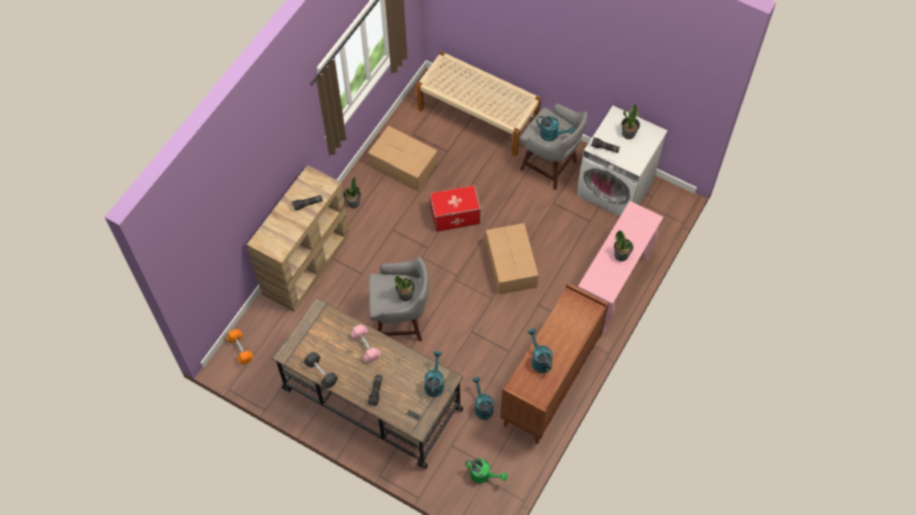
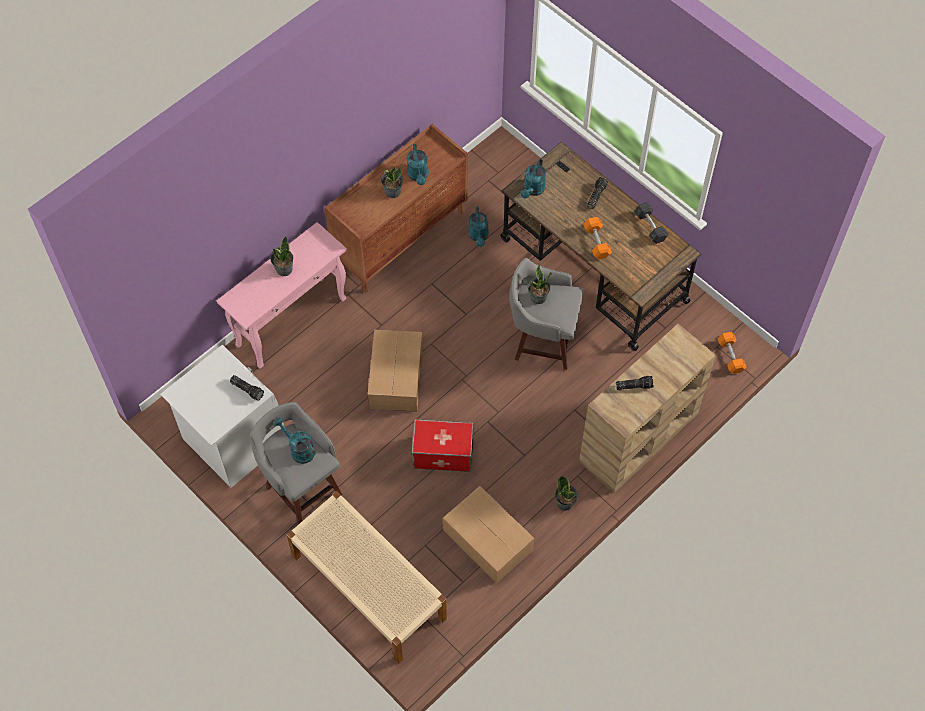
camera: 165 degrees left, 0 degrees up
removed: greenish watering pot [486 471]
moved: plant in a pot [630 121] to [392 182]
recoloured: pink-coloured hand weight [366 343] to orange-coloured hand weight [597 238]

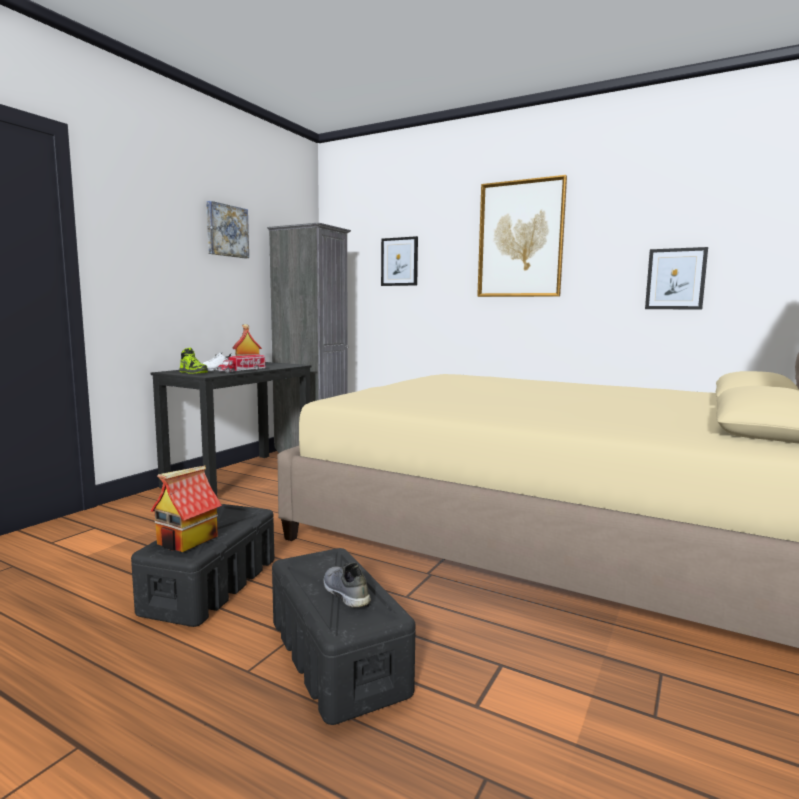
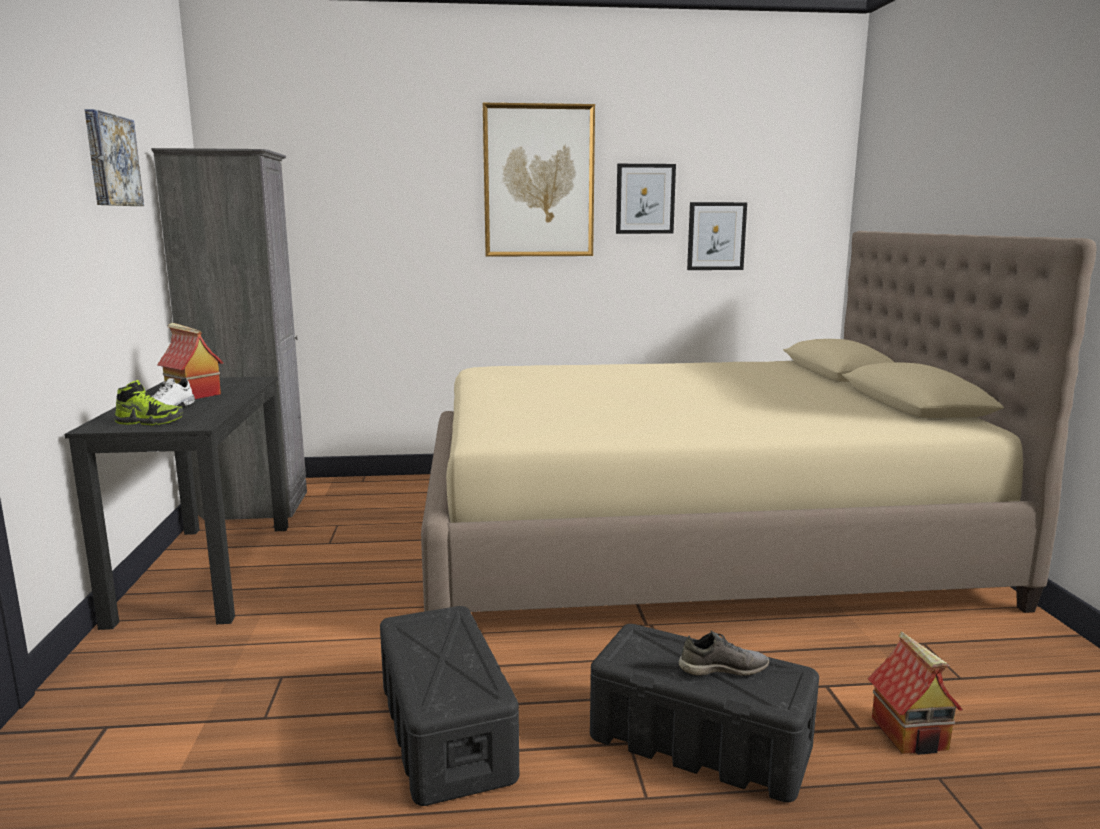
camera: 35 degrees left, 5 degrees up
removed: model truck [242 364]
moved: wall picture [399 261] to [646 199]; toy house [186 509] to [915 693]
turned: gray item of footwear [347 585] = [723 653] 150 degrees clockwise

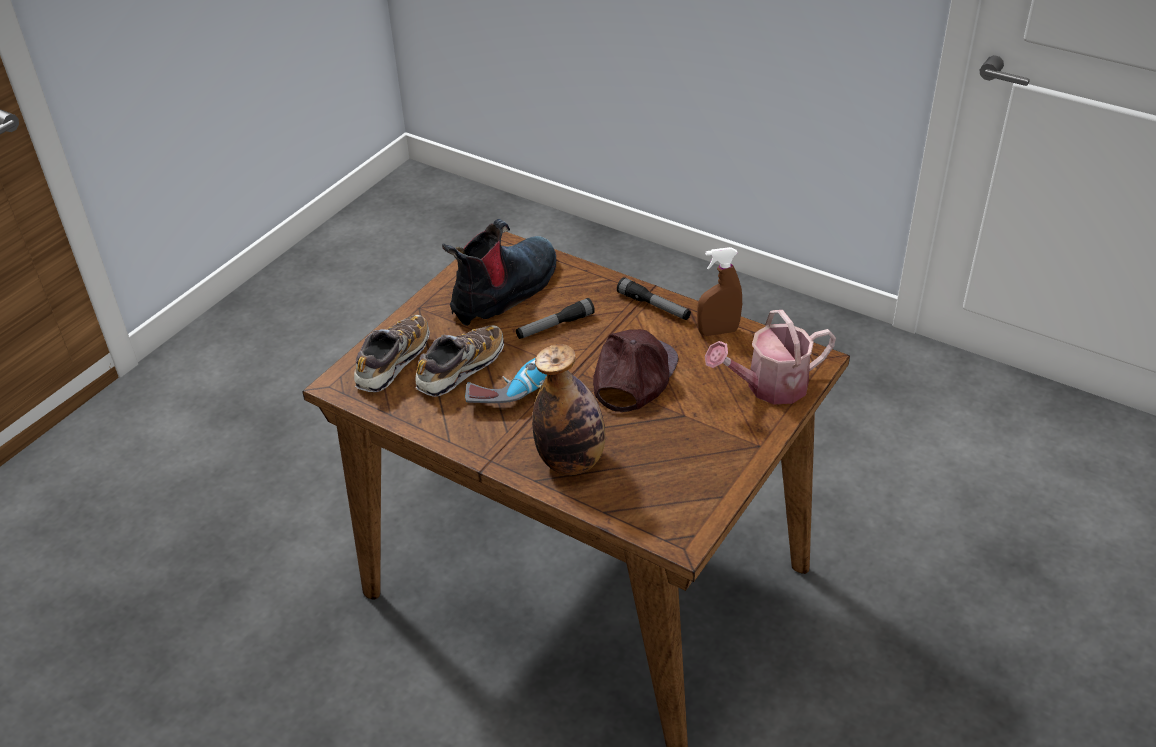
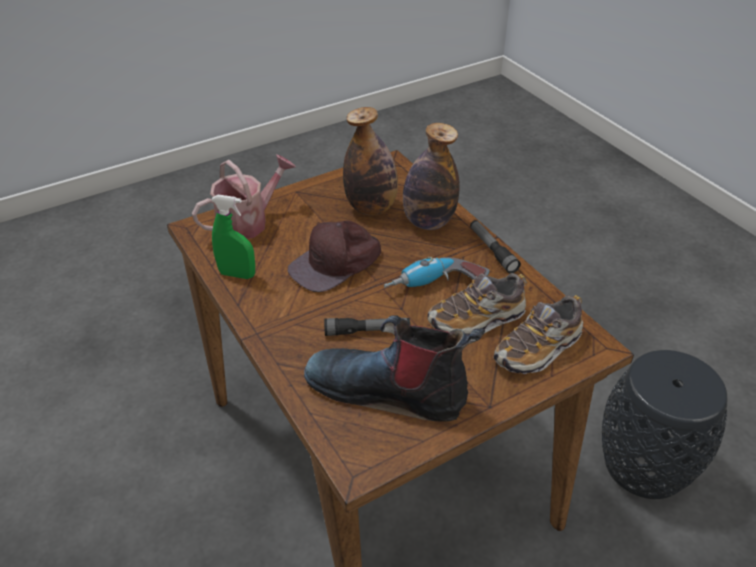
camera: 155 degrees left, 0 degrees up
added: beverage bottle [370 161]; black stool seat [664 424]
moved: flashlight [654 298] to [495 246]
recoloured: brownish spray bottle [719 291] to greenish spray bottle [233 237]
turned: high-top boot [499 272] = [394 368] 45 degrees clockwise; watering pot [770 357] = [244 197] 45 degrees counterclockwise

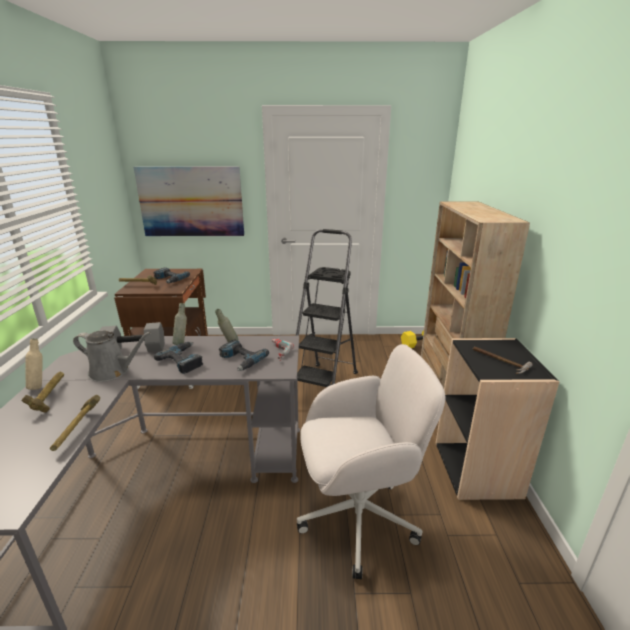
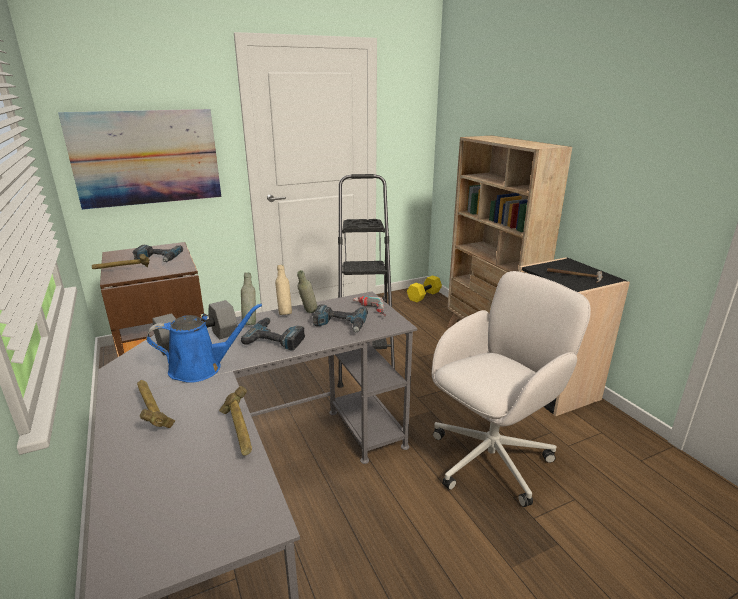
camera: 25 degrees left, 0 degrees up
moved: beige beverage bottle [33 364] to [283 290]
recoloured: gray watering pot [112 356] to blue-coloured watering pot [204 343]

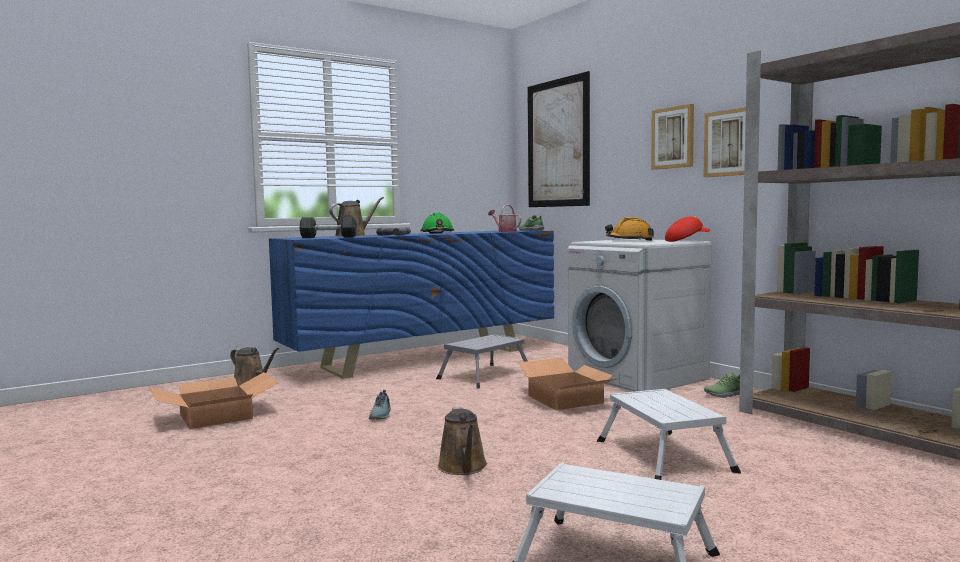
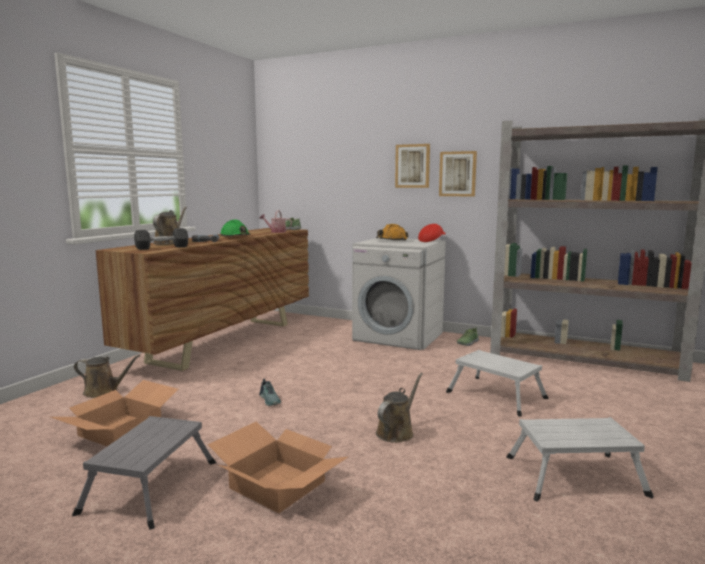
camera: 30 degrees left, 5 degrees up
removed: wall picture [558 139]
moved: gray step stool [482 361] to [144 473]; carton [568 384] to [278 467]
recoloured: blue-coloured storage cabinet [411 304] to brownish storage cabinet [202 299]
turned: brownish watering pot [462 441] = [399 408] 105 degrees counterclockwise

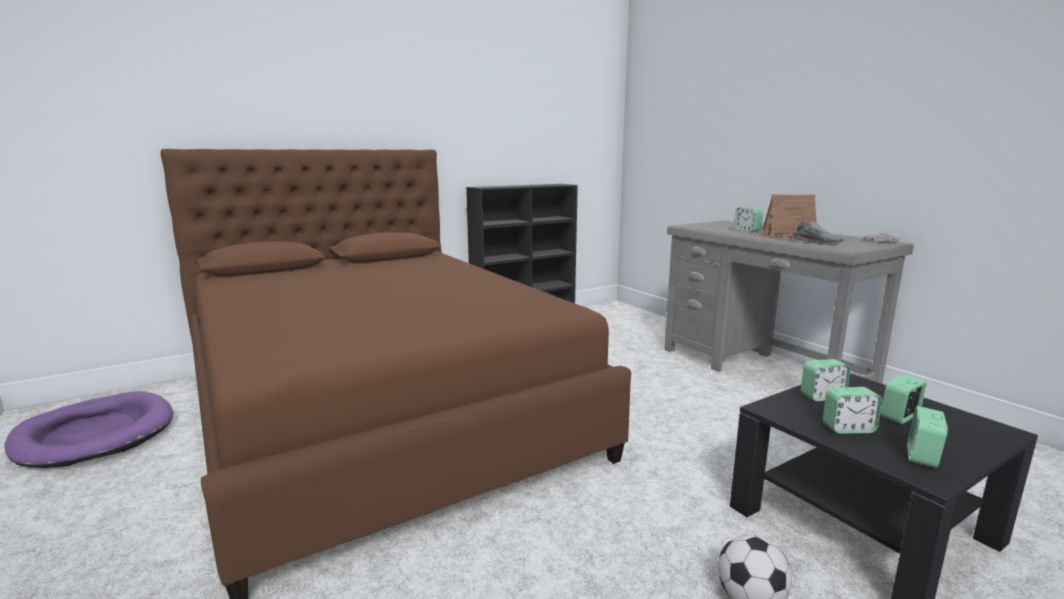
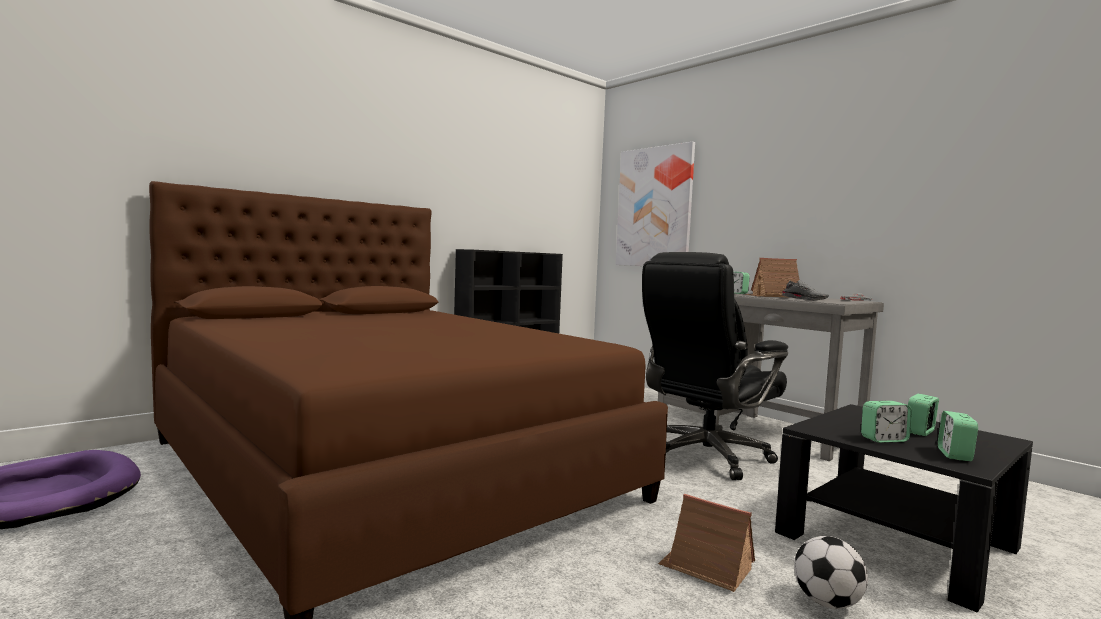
camera: 10 degrees left, 10 degrees down
removed: alarm clock [826 380]
added: wall picture [655 204]; black desk chair [715 366]; toy house [706 543]

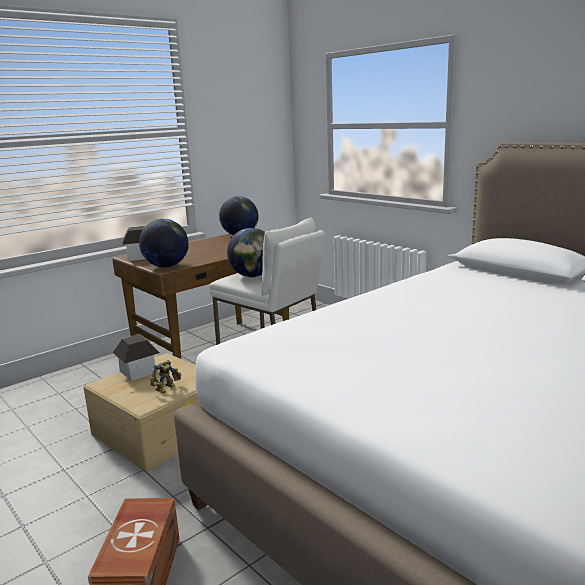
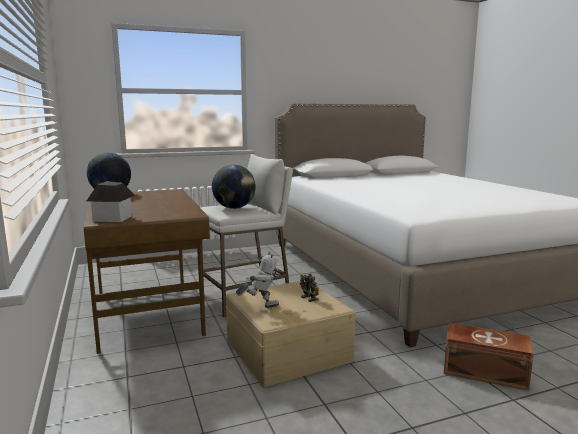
camera: 70 degrees left, 5 degrees down
removed: desk globe [164 243]
replaced: toy house [136 357] to model robot [258 279]

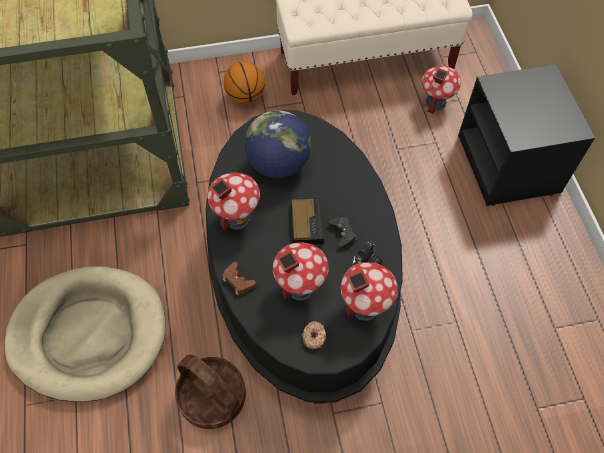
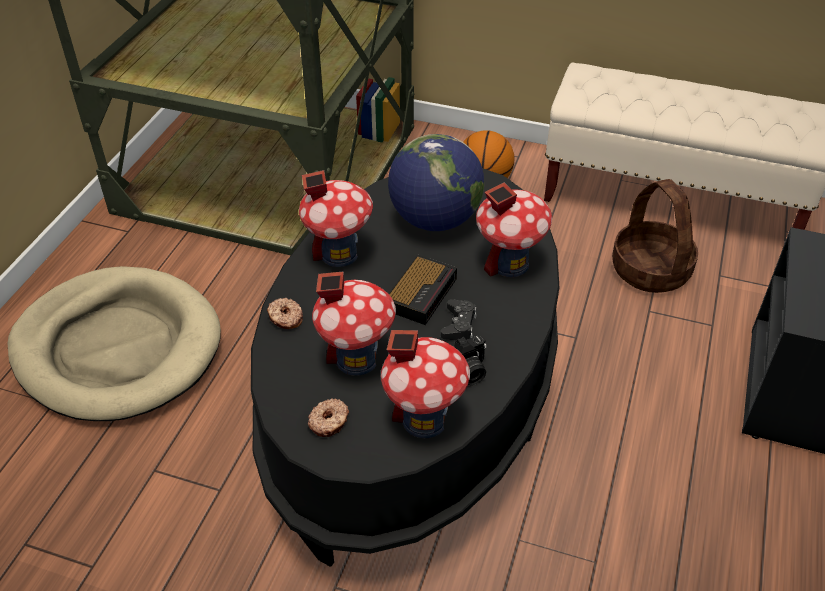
camera: 30 degrees right, 15 degrees down
moved: toy house [441 90] to [514 229]; storage basket [210 392] to [655 236]
replaced: brownish joypad [239 278] to doughnut [285 313]

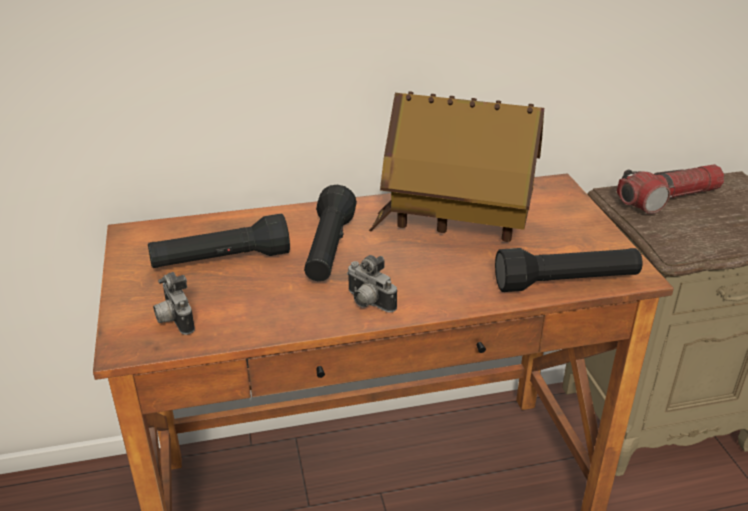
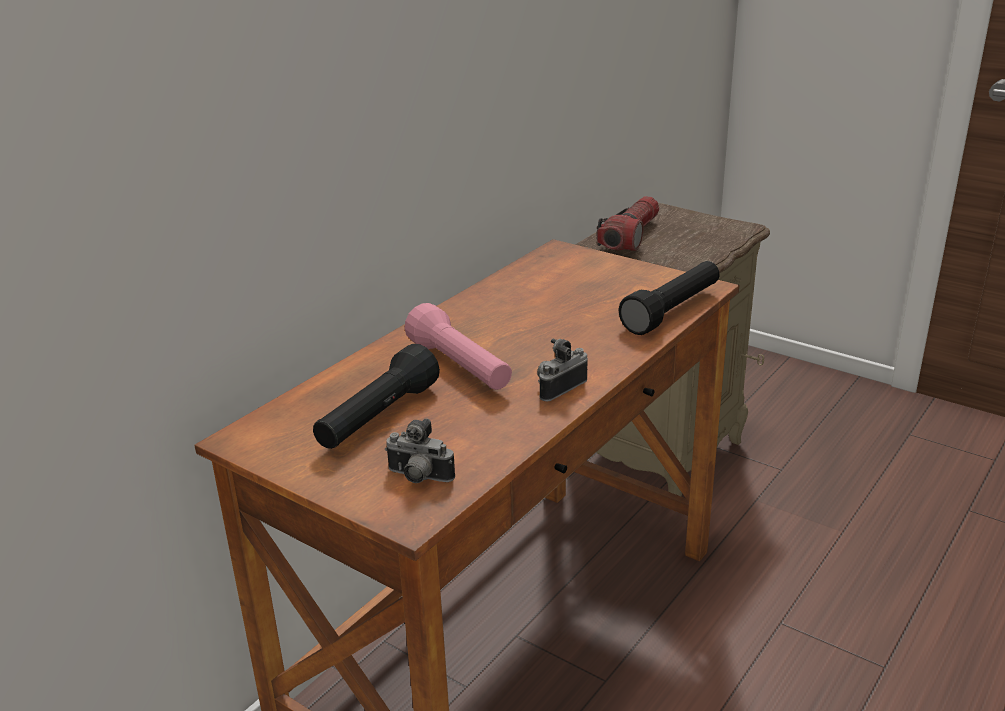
camera: 40 degrees left, 5 degrees down
removed: toy house [456 166]
recoloured: black flashlight [330 233] to pink-coloured flashlight [458 346]
turned: photo camera [372 283] = [562 370] 135 degrees clockwise

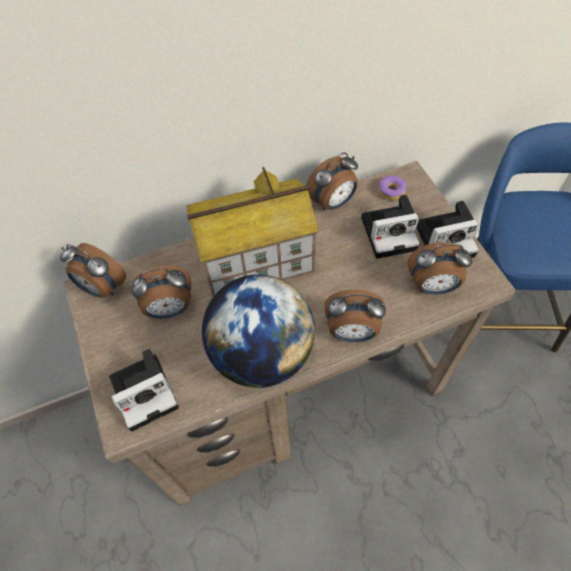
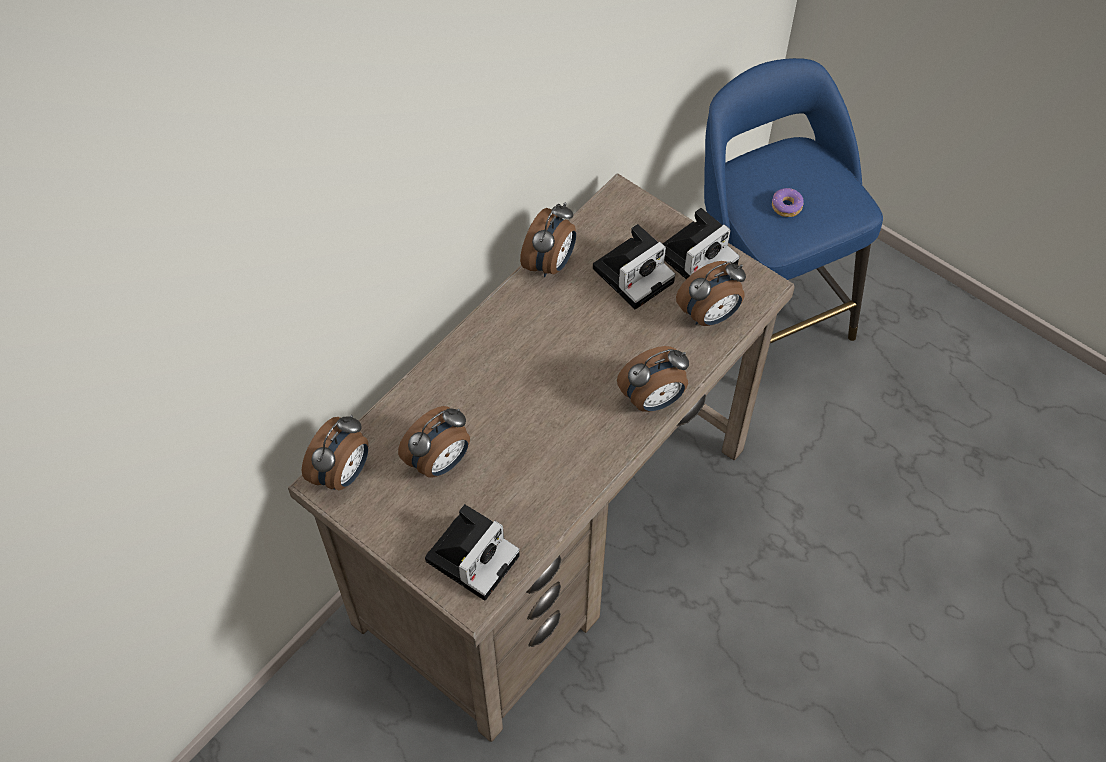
camera: 30 degrees left, 0 degrees up
removed: toy house [252 232]; desk globe [258 331]
moved: doughnut [392 188] to [788 202]
turned: alarm clock [93 270] = [335 452] 60 degrees counterclockwise

